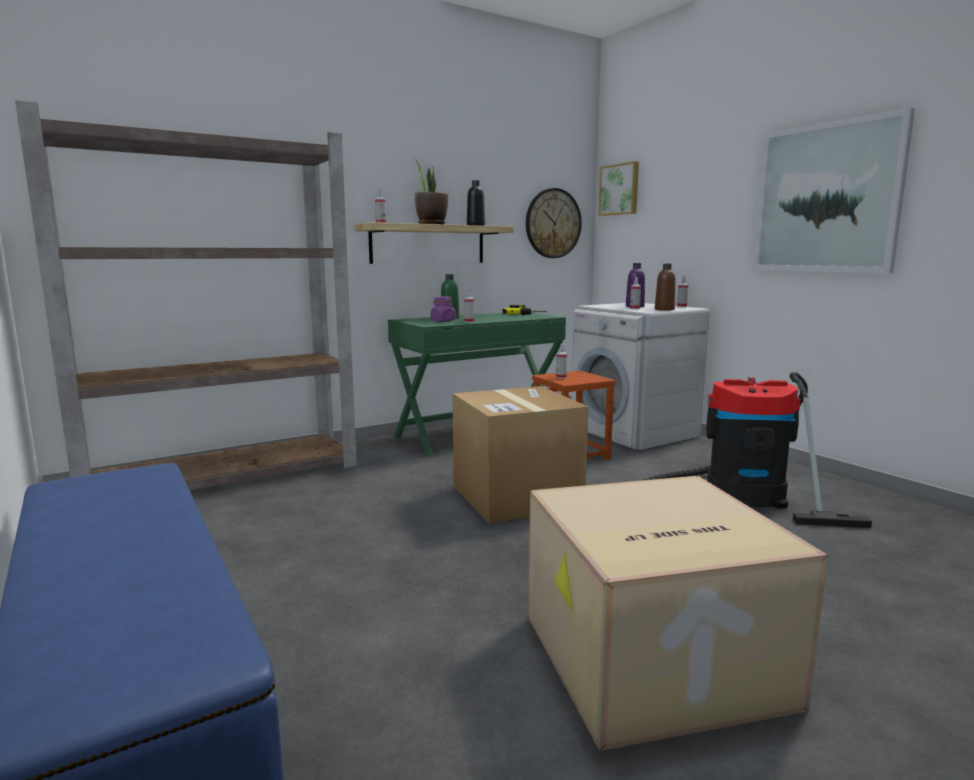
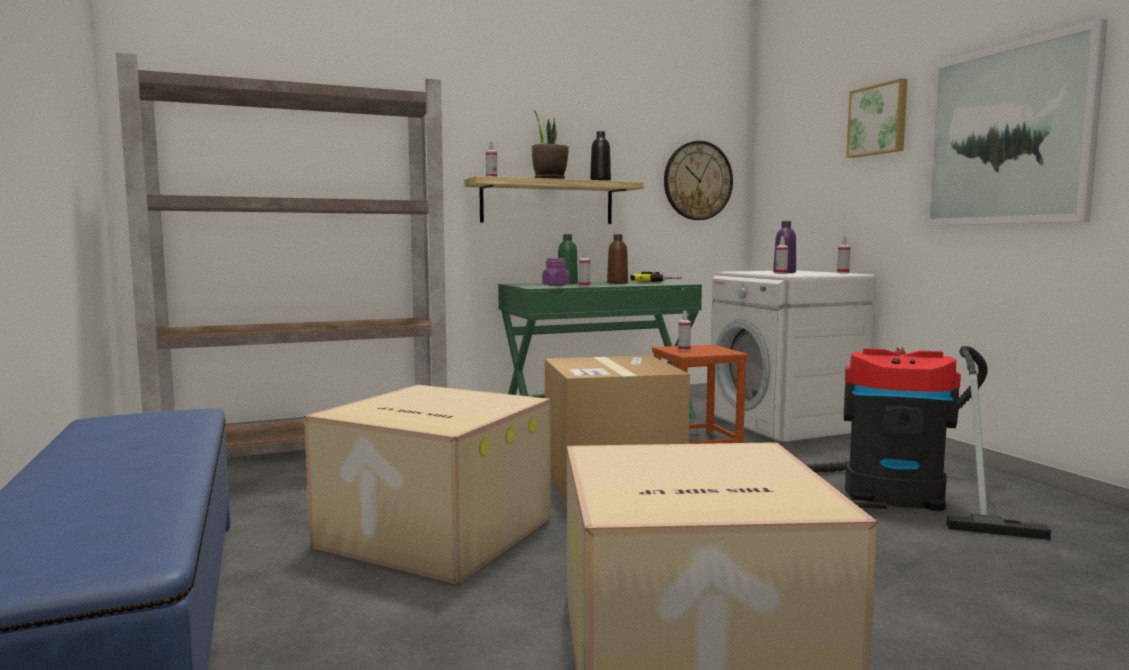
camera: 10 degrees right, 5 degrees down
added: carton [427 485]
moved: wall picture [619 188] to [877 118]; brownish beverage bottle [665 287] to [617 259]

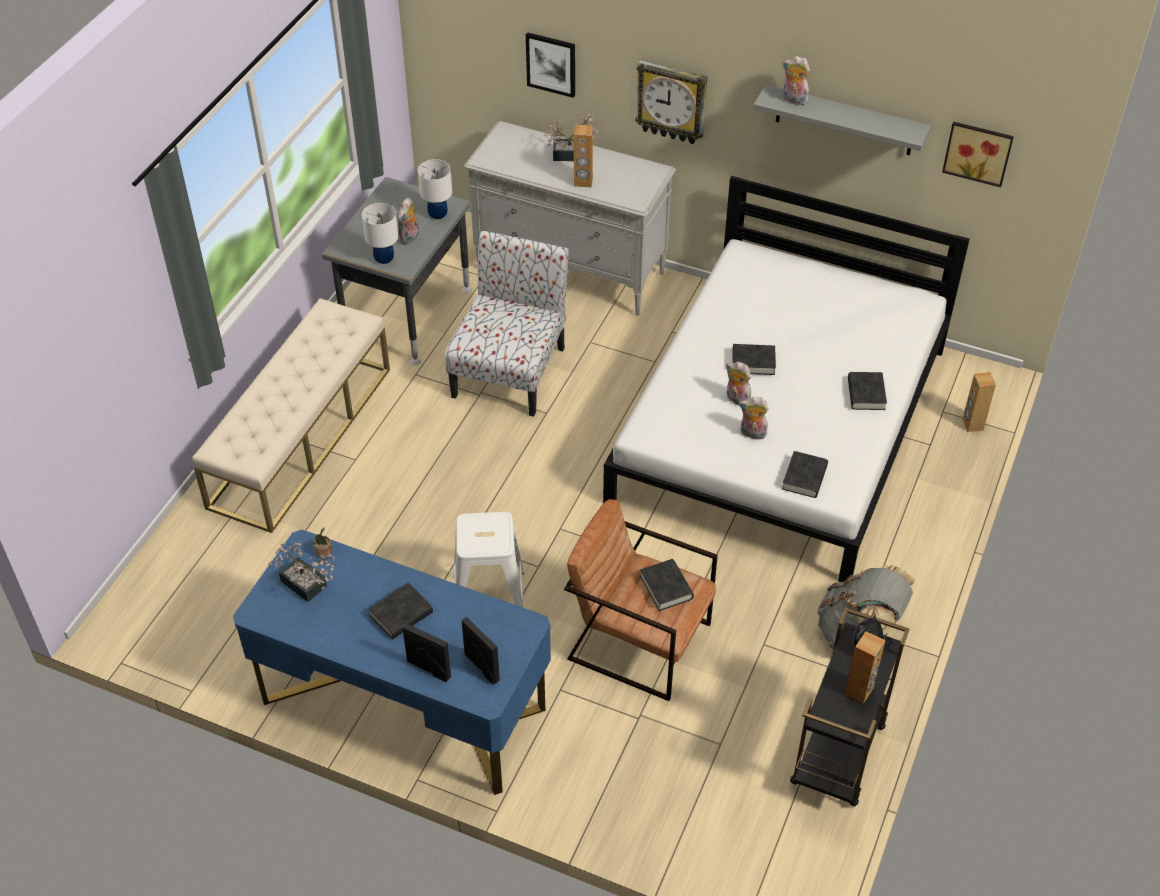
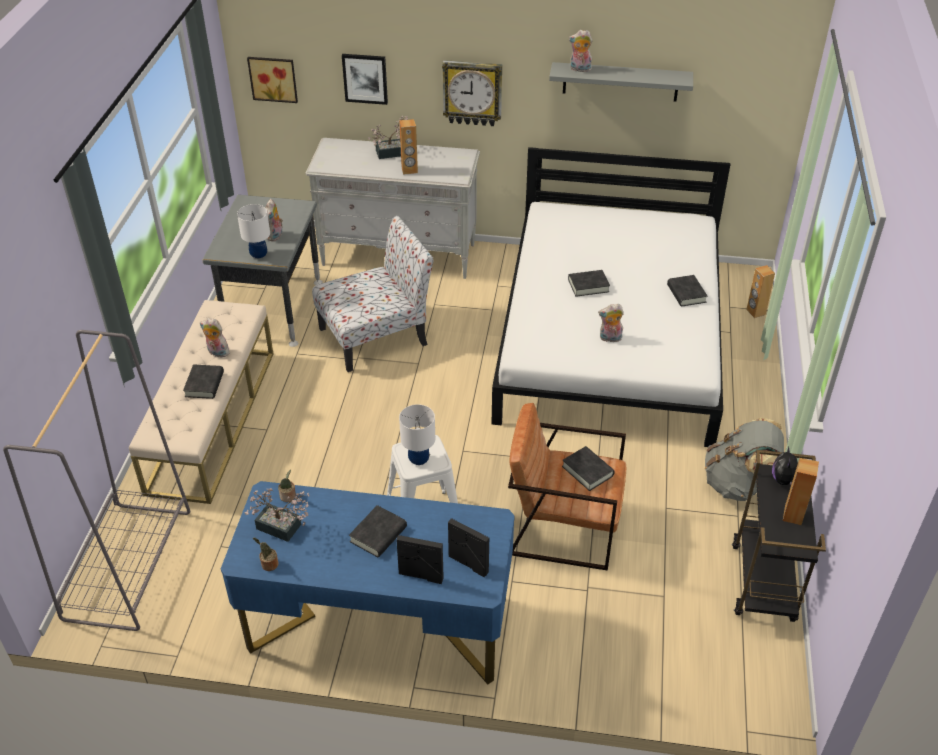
camera: 15 degrees left, 5 degrees down
added: gray garment stand [96 480]; plant in a pot [265 554]
moved: wall picture [978 154] to [272 80]; white tabletop lamp [435 189] to [417 434]; plush toy [738 383] to [215 337]; black book [805 474] to [203 381]
turned: upright chair [507 324] = [373 294] 60 degrees clockwise

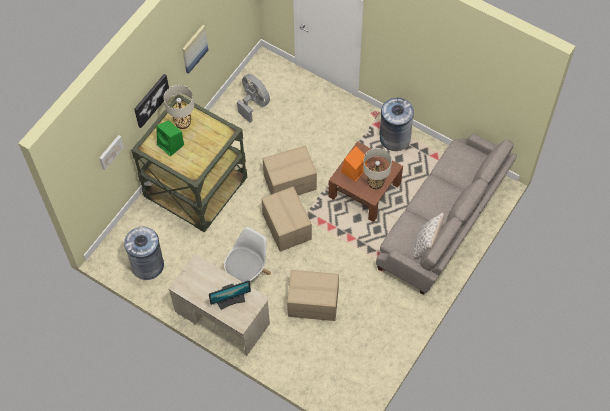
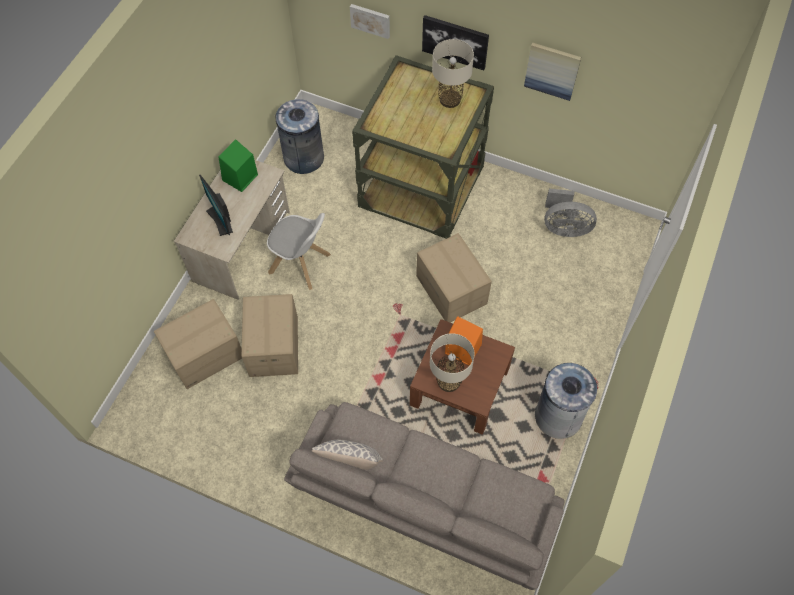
camera: 80 degrees right, 0 degrees up
moved: greenish audio speaker [170 138] to [238 165]; carton [286 219] to [198 344]
turned: gray cooling fan [253 98] = [570 212] 60 degrees clockwise

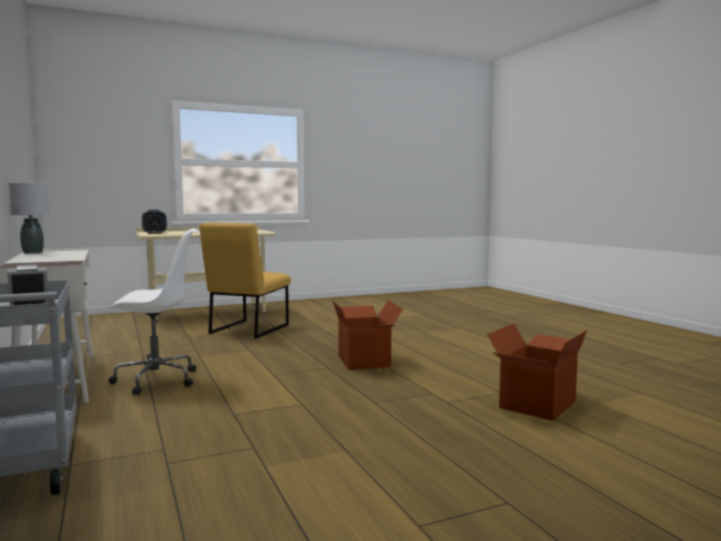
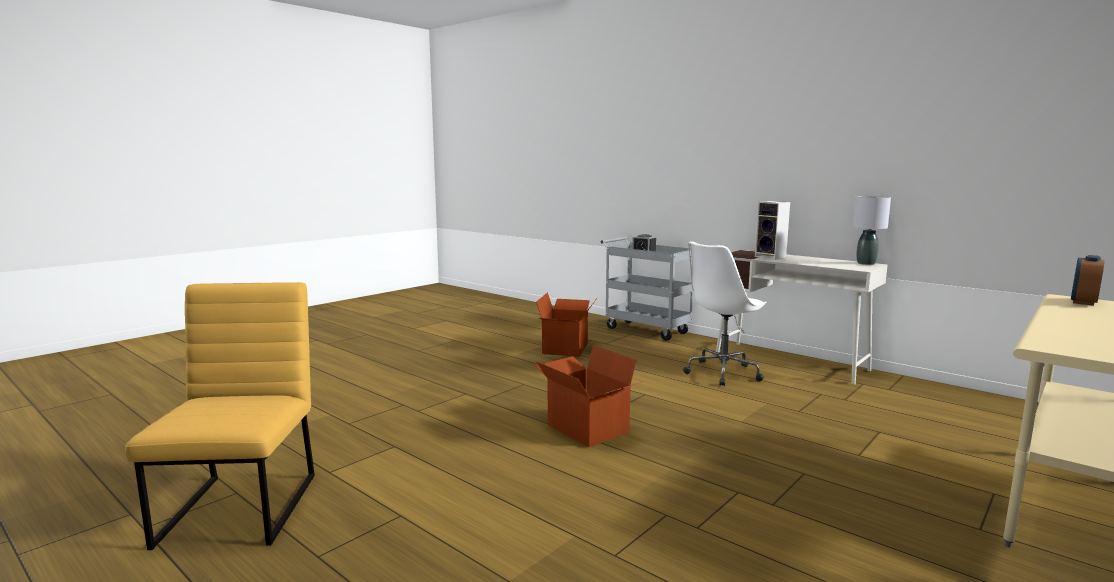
camera: 155 degrees right, 5 degrees up
added: audio speaker [772 230]
moved: yellowish upright chair [245 280] to [220 416]; carton [537 372] to [567 324]

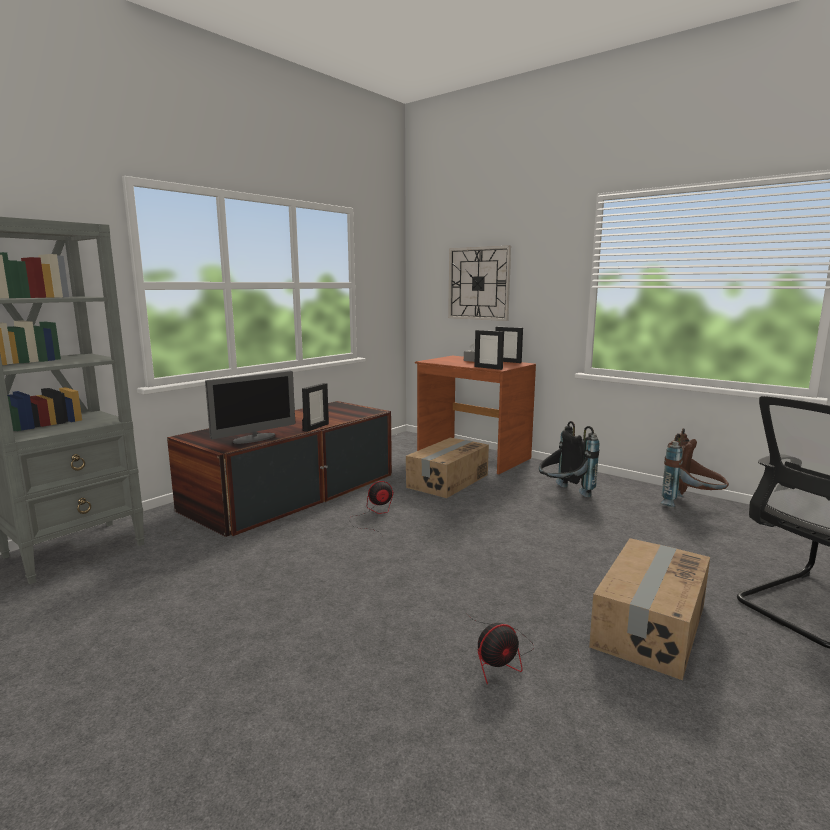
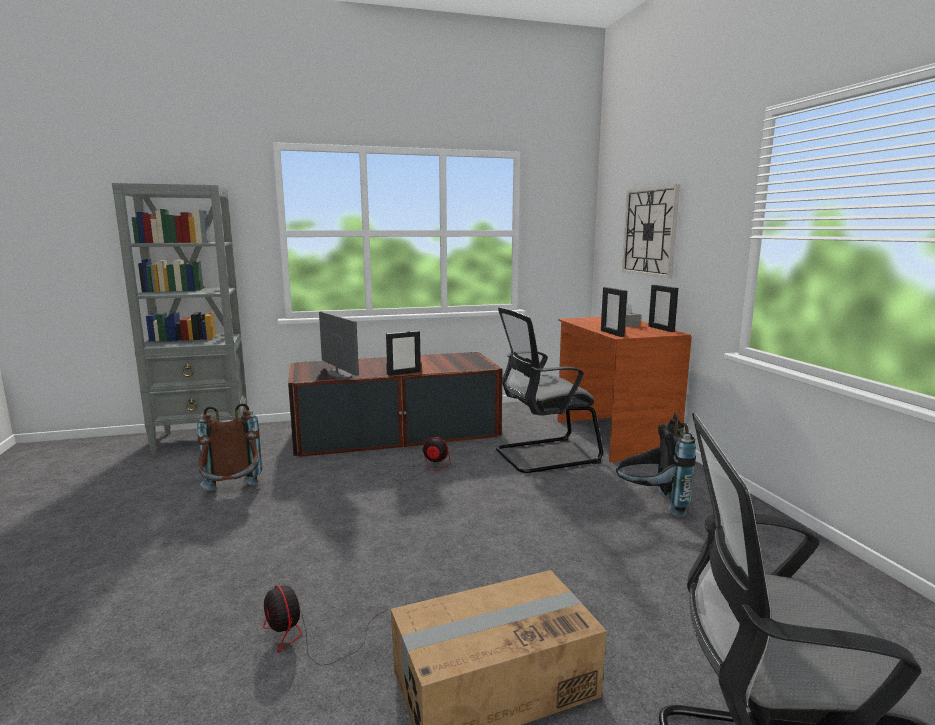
camera: 35 degrees right, 0 degrees up
moved: brownish rucksack [694 467] to [229 447]
replaced: carton [447 468] to upright chair [549 390]
turned: computer display [250 407] = [339 345] 120 degrees counterclockwise; cooling fan [500 649] = [326 625] 45 degrees clockwise

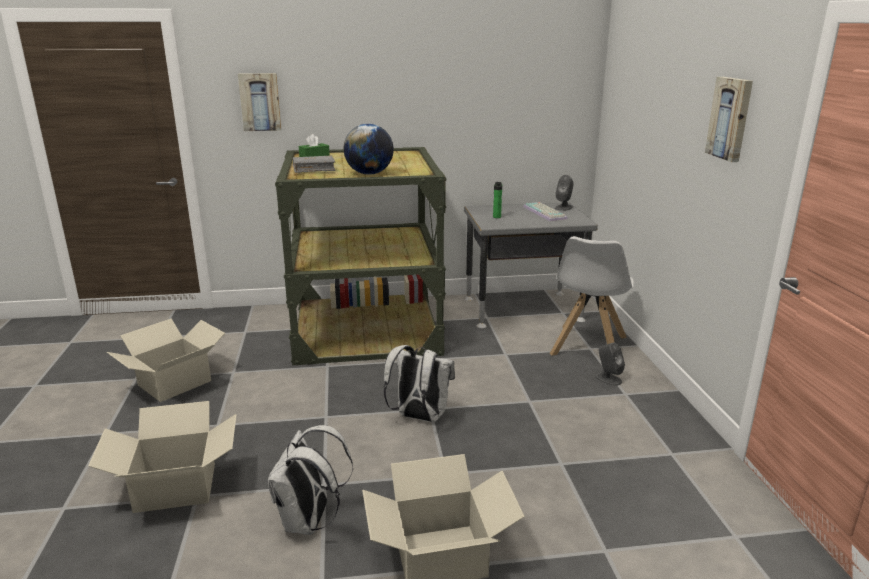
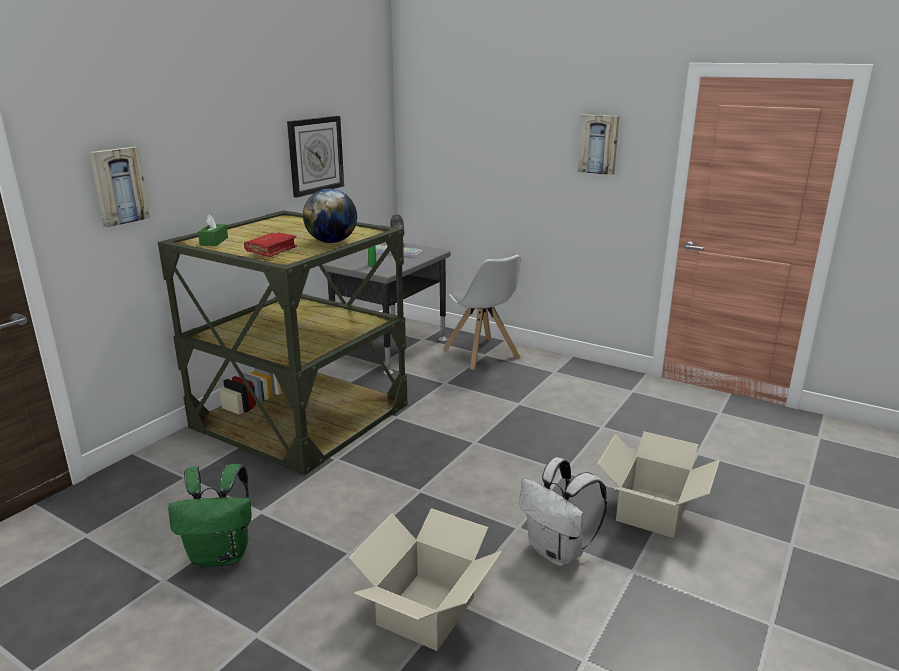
camera: 50 degrees left, 0 degrees up
removed: gray audio speaker [610 364]; white rucksack [419 383]
added: wall clock [315 156]
replaced: carton [166 360] to greenish rucksack [210 515]
recoloured: gray book [313 164] to reddish book [270 244]

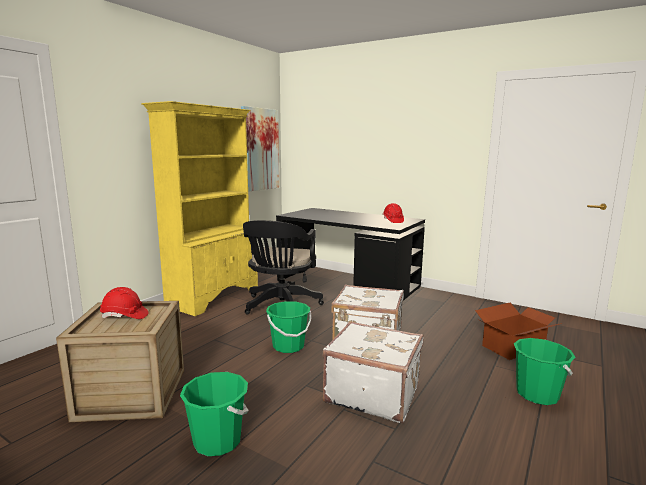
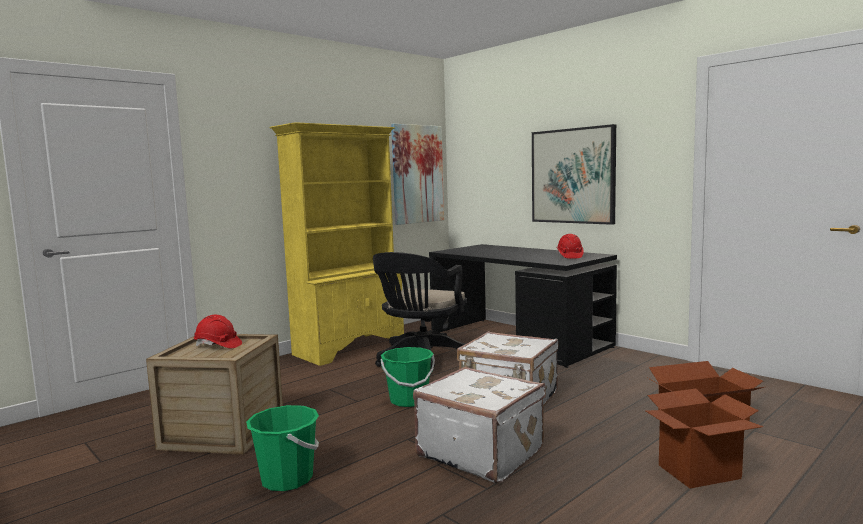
camera: 15 degrees right, 5 degrees down
added: wall picture [574 174]
replaced: greenish water bucket [544 371] to carton [705 438]

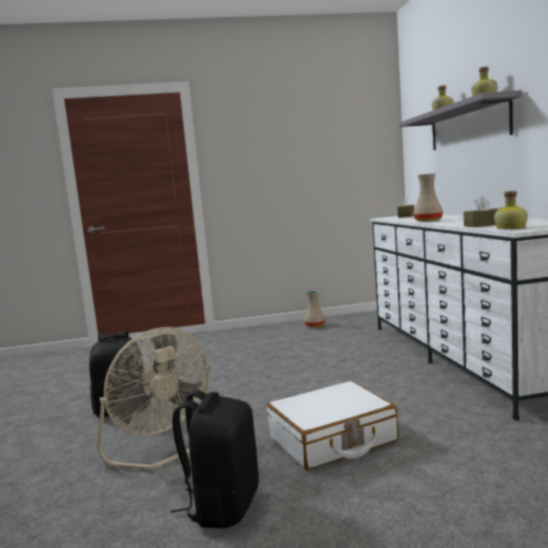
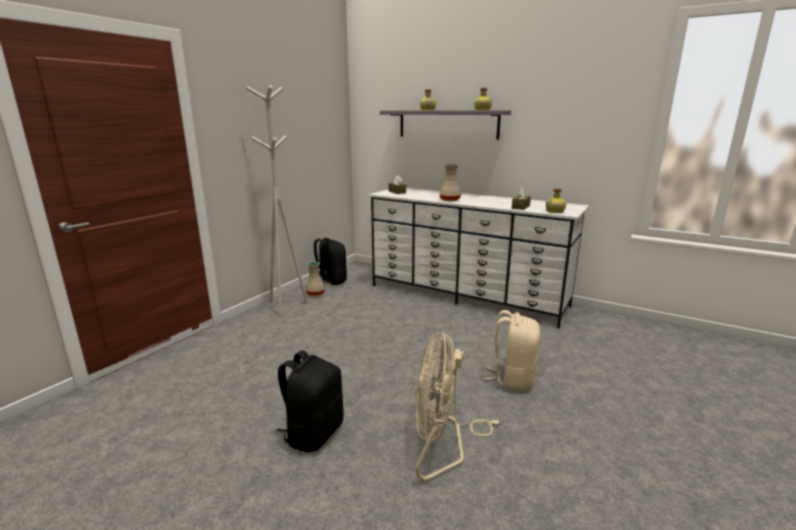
camera: 50 degrees left, 10 degrees up
added: gray garment stand [277 200]
moved: black rucksack [215 459] to [330 261]
replaced: white piece of luggage [332 425] to beige rucksack [511 350]

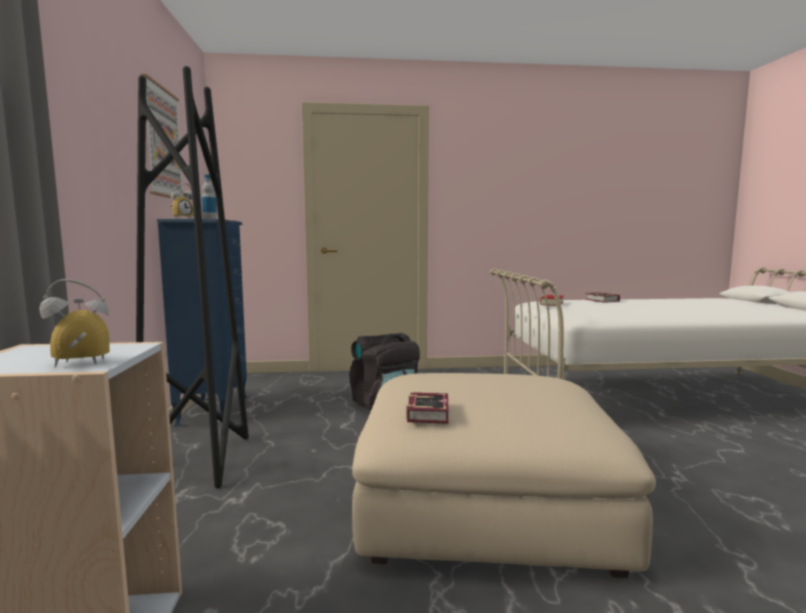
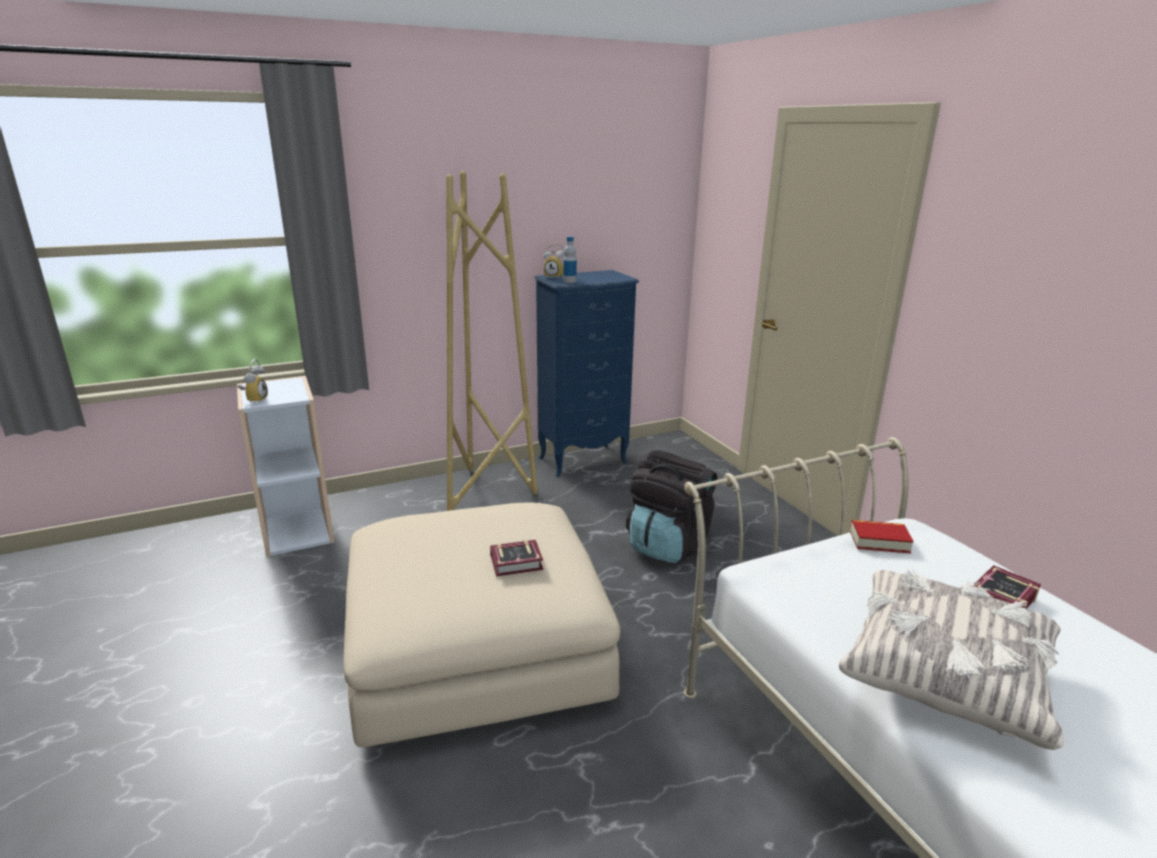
camera: 70 degrees right, 15 degrees up
removed: wall picture [162 136]
added: beige throw pillow [951 659]
moved: book [428 407] to [516 558]
recoloured: black garment stand [192 277] to yellowish garment stand [492 341]
turned: alarm clock [75 323] = [252 381] 45 degrees clockwise

